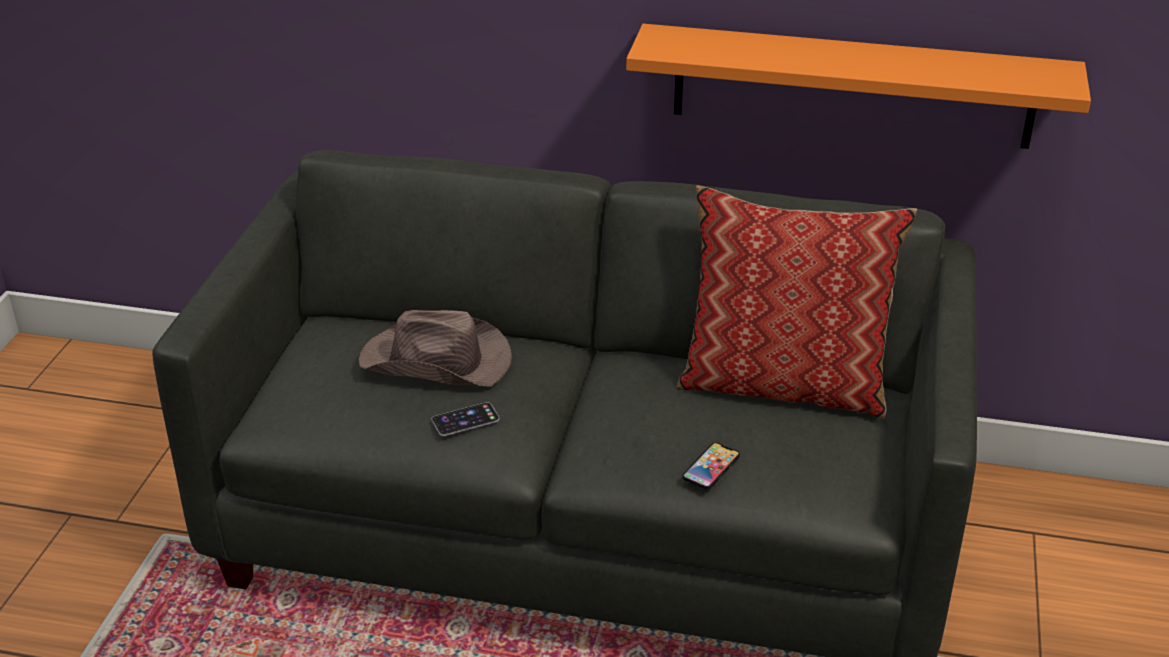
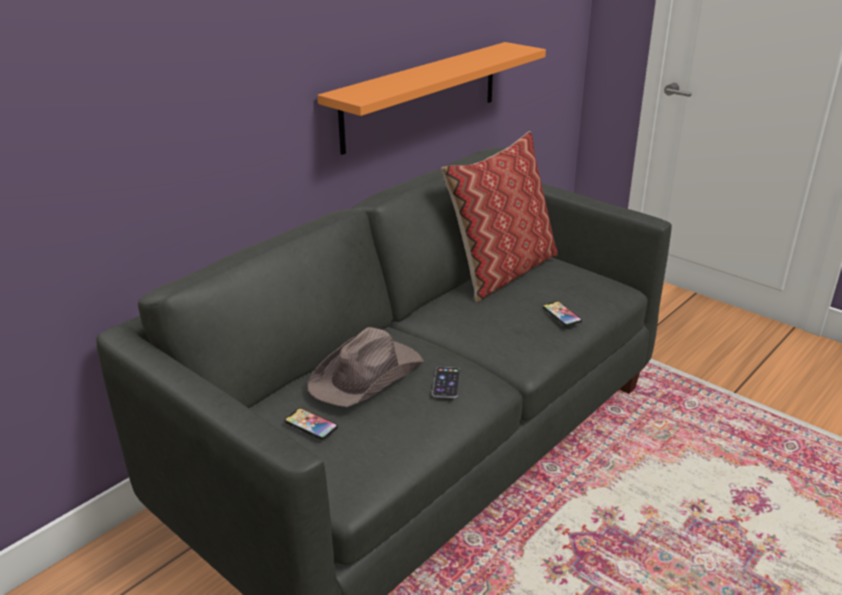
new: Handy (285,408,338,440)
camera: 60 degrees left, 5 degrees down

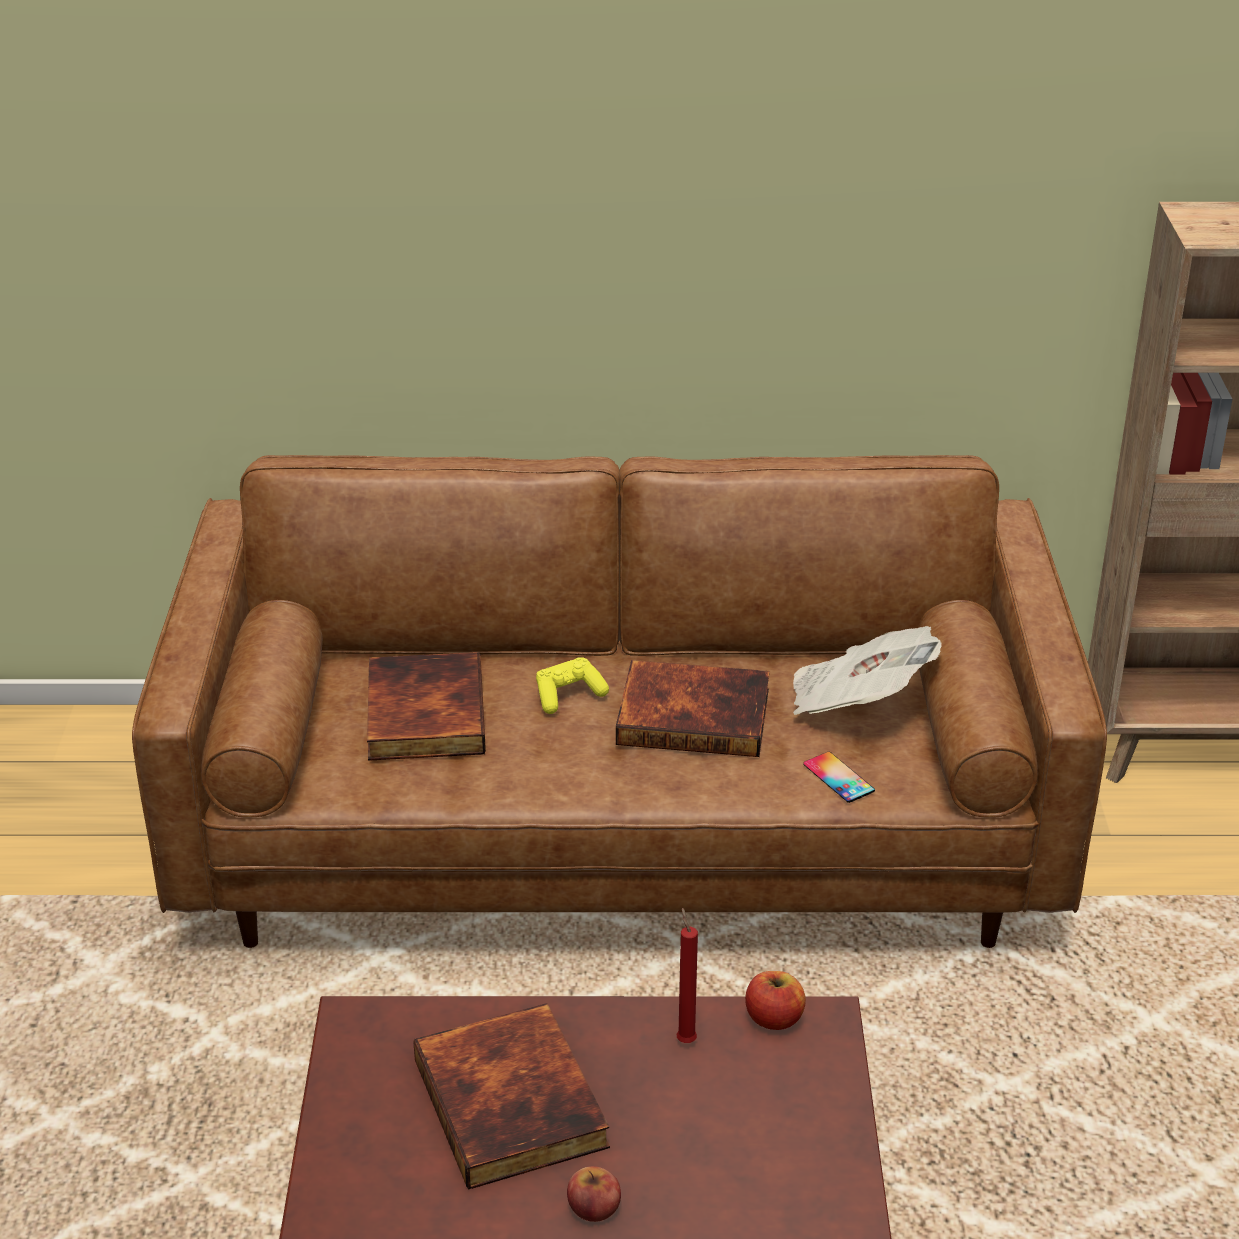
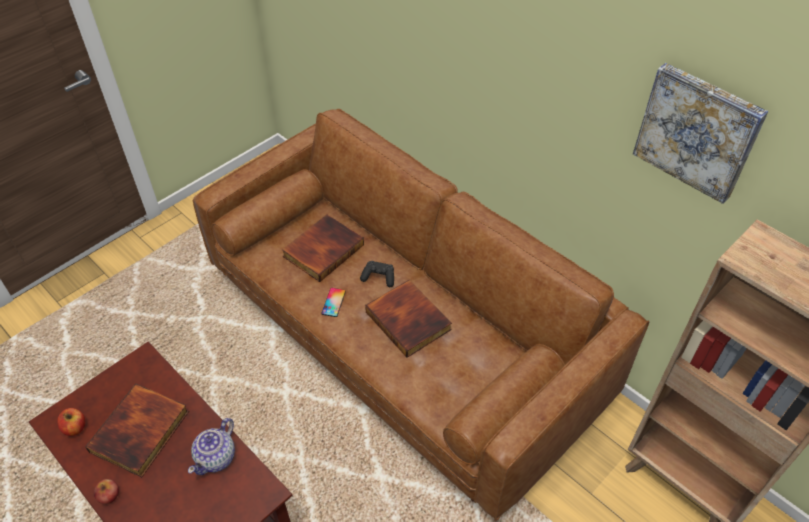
gone: Zeitung (793,626,942,715)
new: Bild (633,63,768,204)
shifted: Handy (803,752,875,803) to (321,288,346,317); Apfel (745,971,806,1030) to (58,408,85,436)
swapped: Kerze/rot (677,908,698,1043) to Teekanne (188,418,235,475)
repainted: Gamepad/gelb (536,657,609,714) to Gamepad/schwarz (360,261,394,287)
camera: 45 degrees right, 15 degrees up

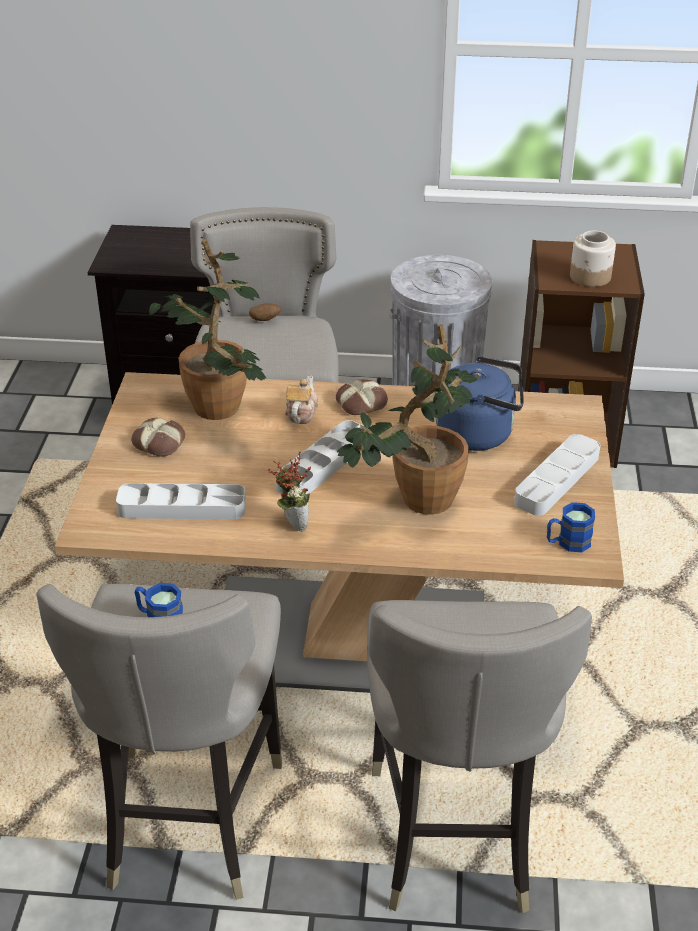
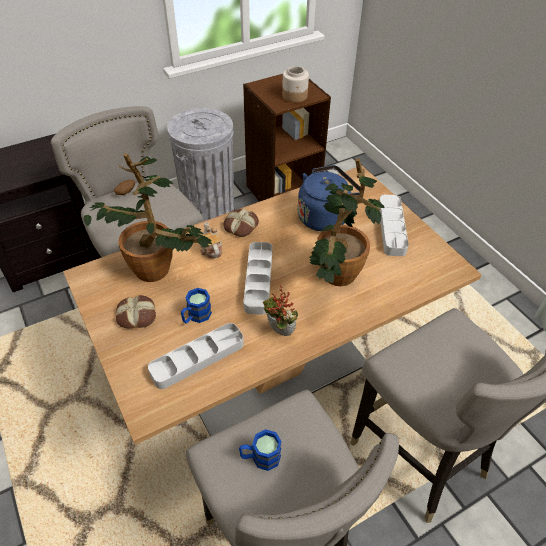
shifted: Henkelbecher/blau (547,502,595,552) to (181,288,212,323)
camera: 35 degrees left, 10 degrees up

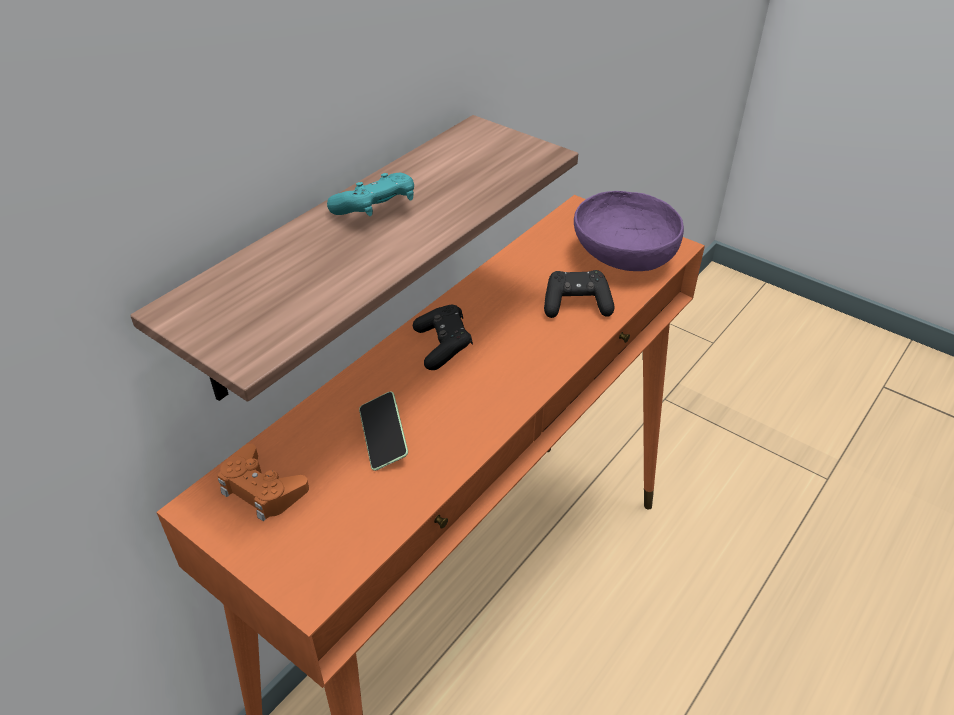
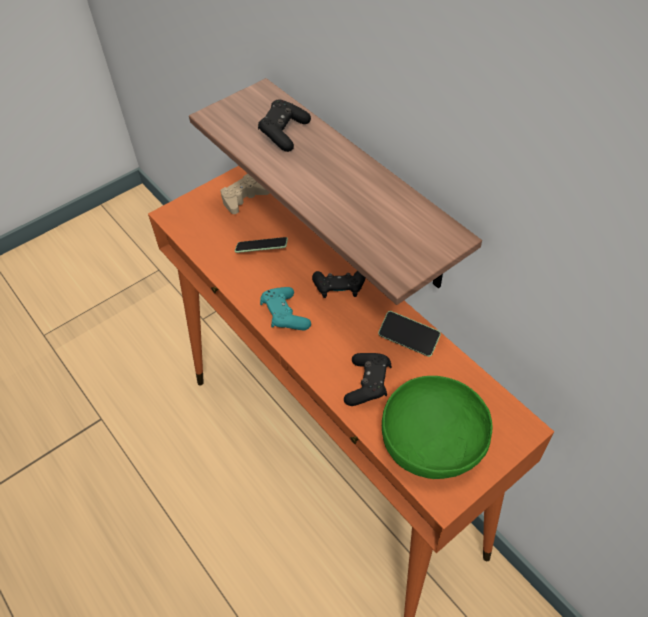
new: Gamepad/schwarz (258,99,311,152); Handy (378,311,441,357)
shifted: Gamepad/türkis (327,173,414,216) to (260,287,311,330)
repainted: Schüssel/lila (574,191,684,271) to Schüssel/grün (382,376,493,479); Gamepad/orange (217,444,309,521) to Gamepad/beige (220,174,269,214)
camera: 105 degrees right, 10 degrees up

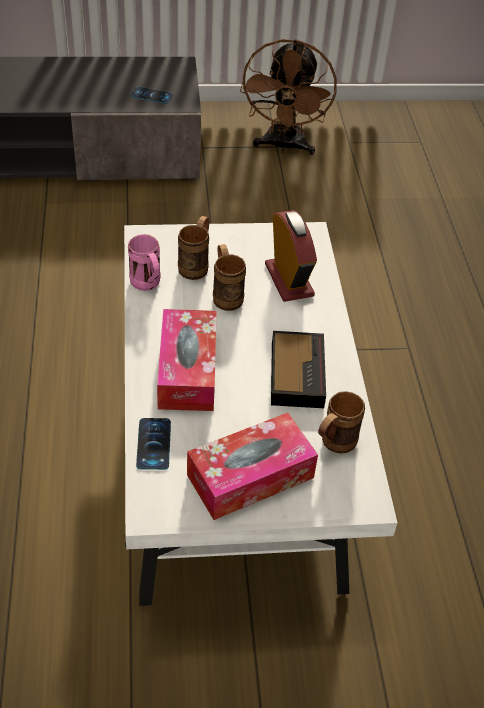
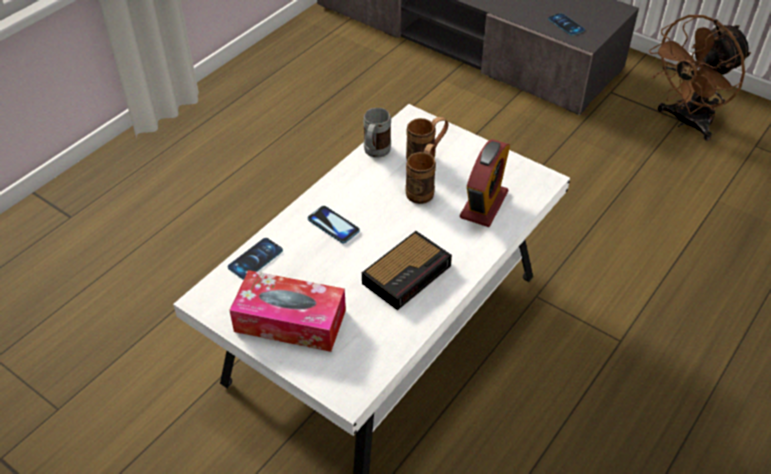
gone: Henkelbecher/braun (318,391,365,454)
swapped: Taschentuchbox (157,309,216,411) to Handy (308,206,360,243)
repainted: Henkelbecher/rosa (128,234,161,291) to Henkelbecher/grau (363,108,391,158)
camera: 45 degrees right, 0 degrees up

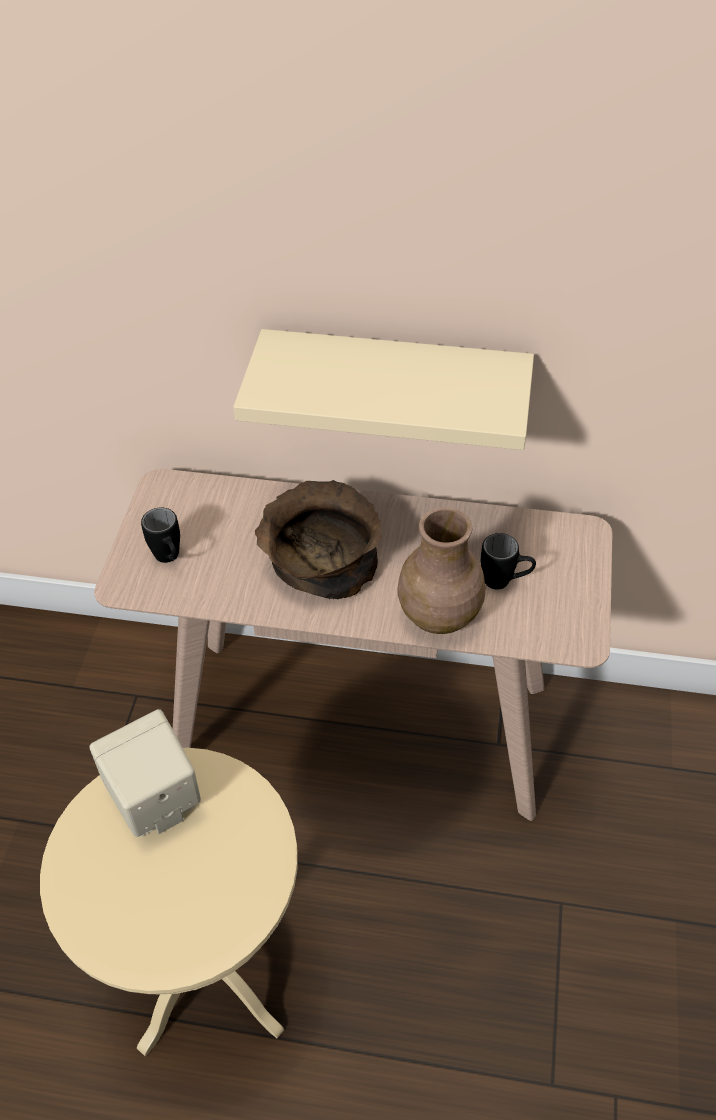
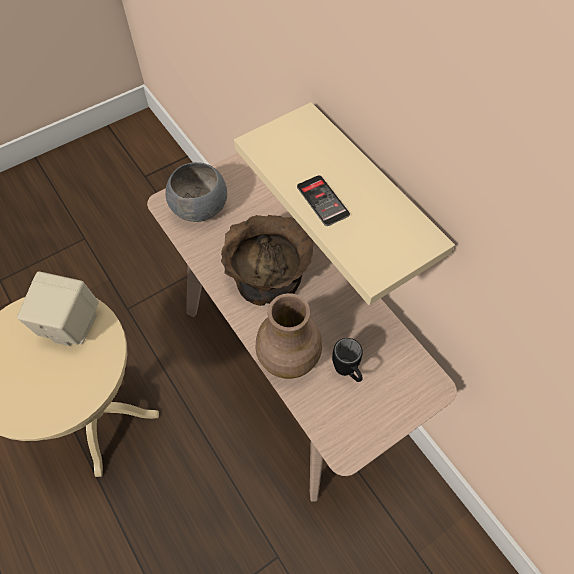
new: Handy (297,175,350,226)
swapped: Henkelbecher/schwarz (141,507,180,563) to Schüssel/grau (165,162,227,222)
camera: 45 degrees right, 10 degrees up

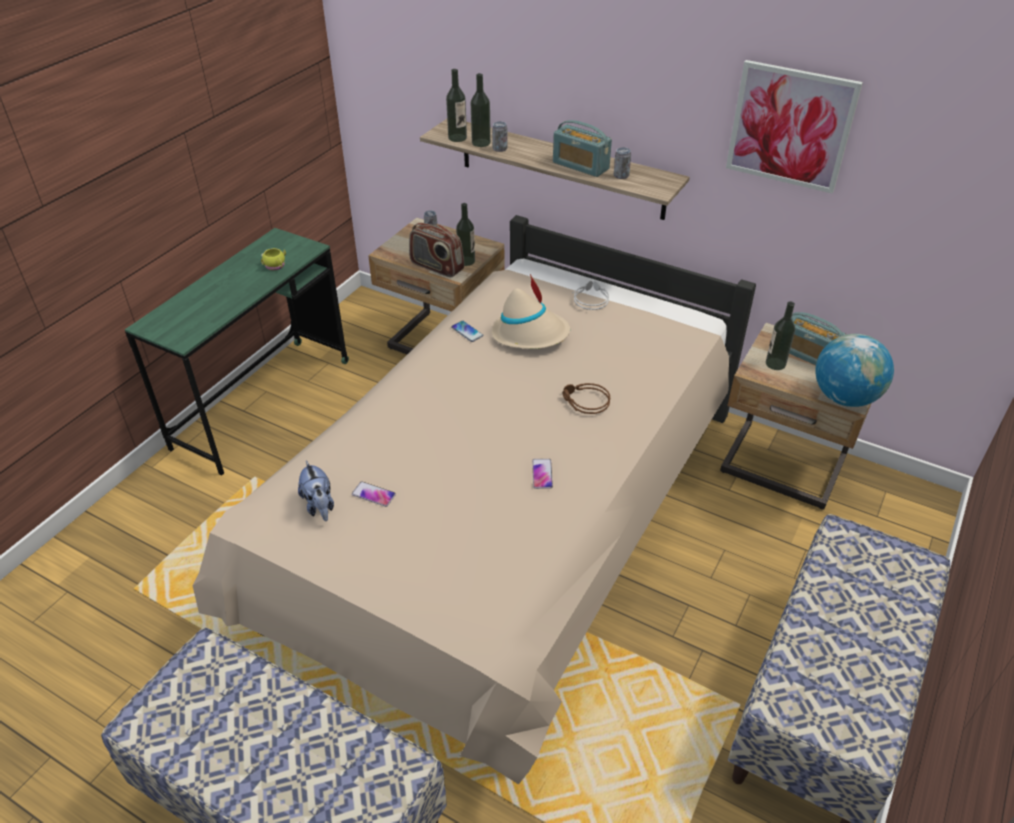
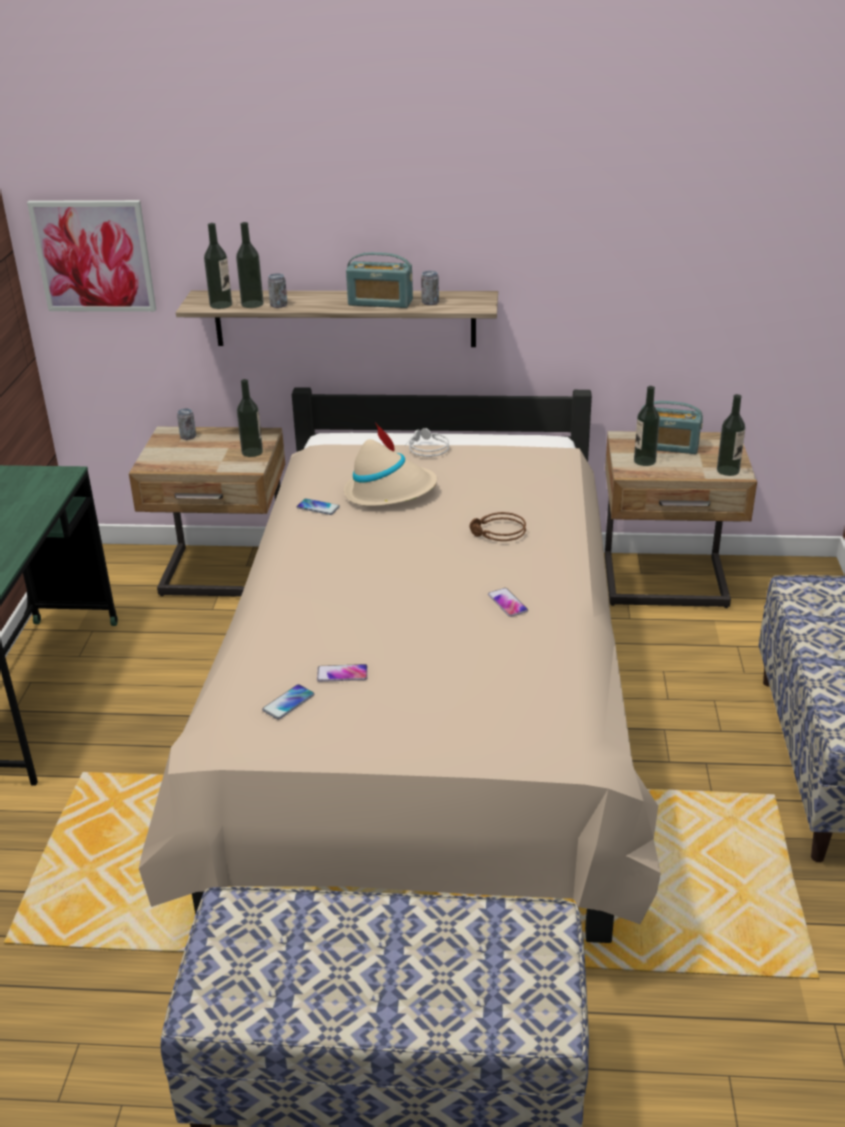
gone: Radio (409,223,464,277); Henkelbecher/gelb (261,248,286,270)
shifted: Bild (726,60,863,194) to (27,200,156,312)
swapped: Globus (815,334,894,407) to Flasche (717,394,745,476); Plüschtier (298,460,334,521) to Handy (262,684,314,719)
camera: 25 degrees left, 10 degrees down

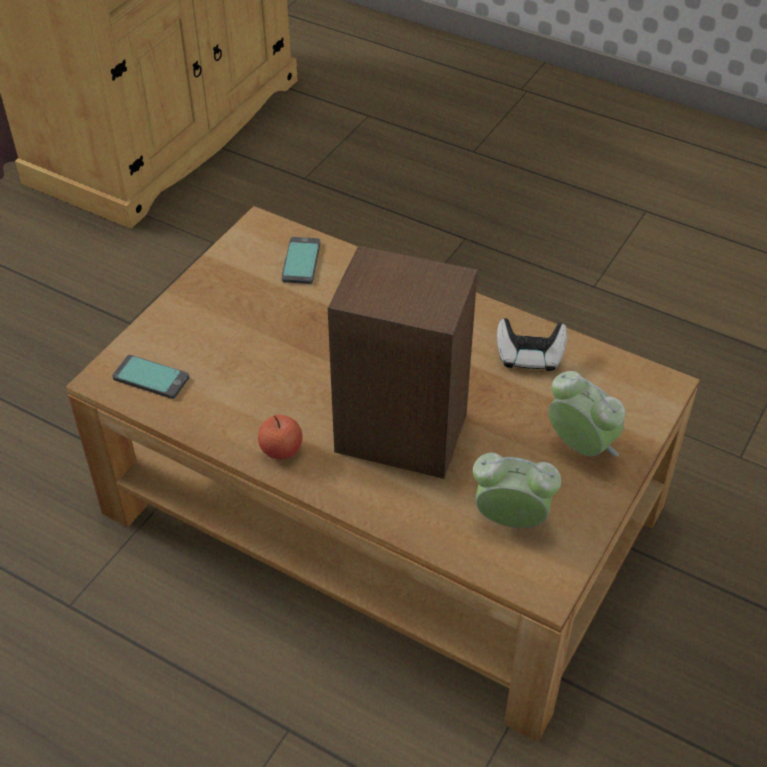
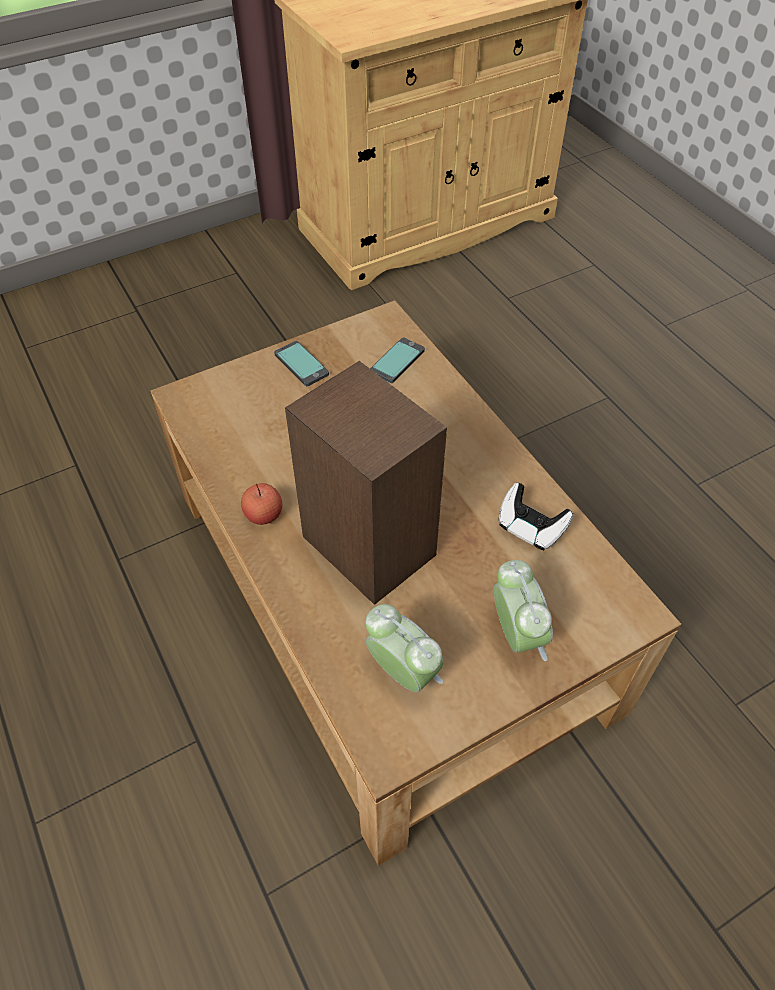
shifted: Handy (112,355,189,399) to (274,341,329,386)
camera: 30 degrees right, 5 degrees up

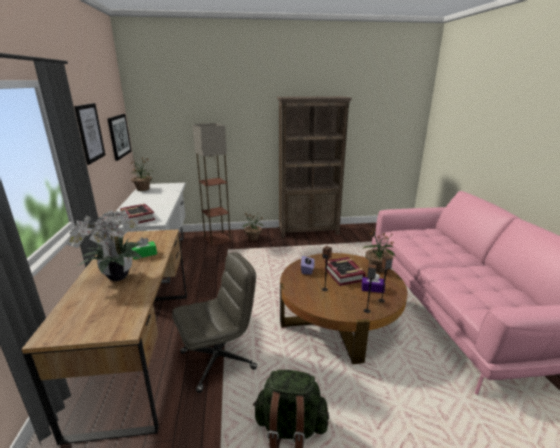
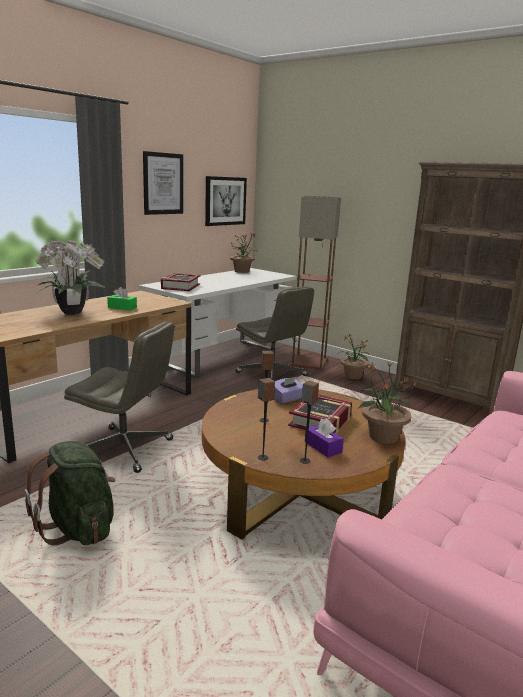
new: Bürostuhl/grau (235,286,314,380)
camera: 45 degrees right, 5 degrees down

